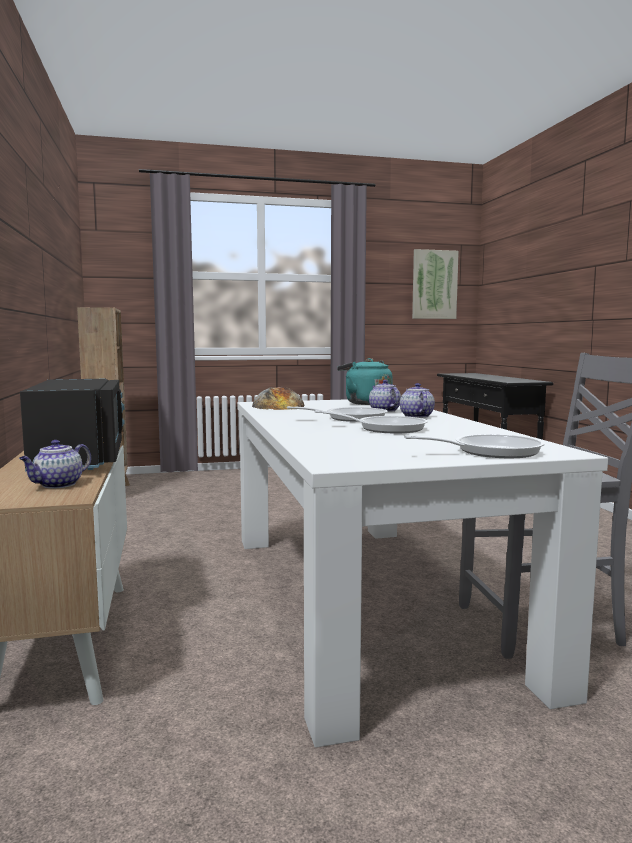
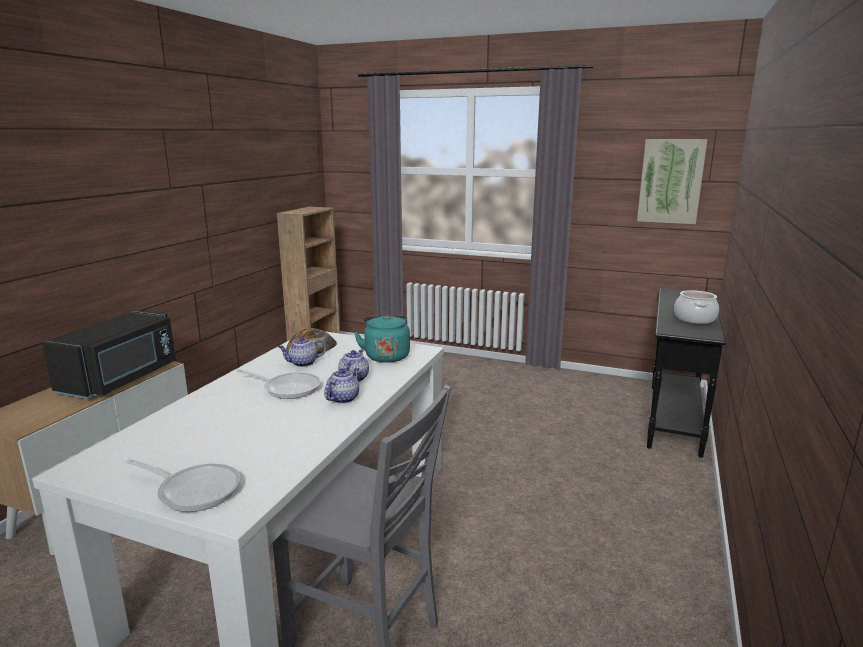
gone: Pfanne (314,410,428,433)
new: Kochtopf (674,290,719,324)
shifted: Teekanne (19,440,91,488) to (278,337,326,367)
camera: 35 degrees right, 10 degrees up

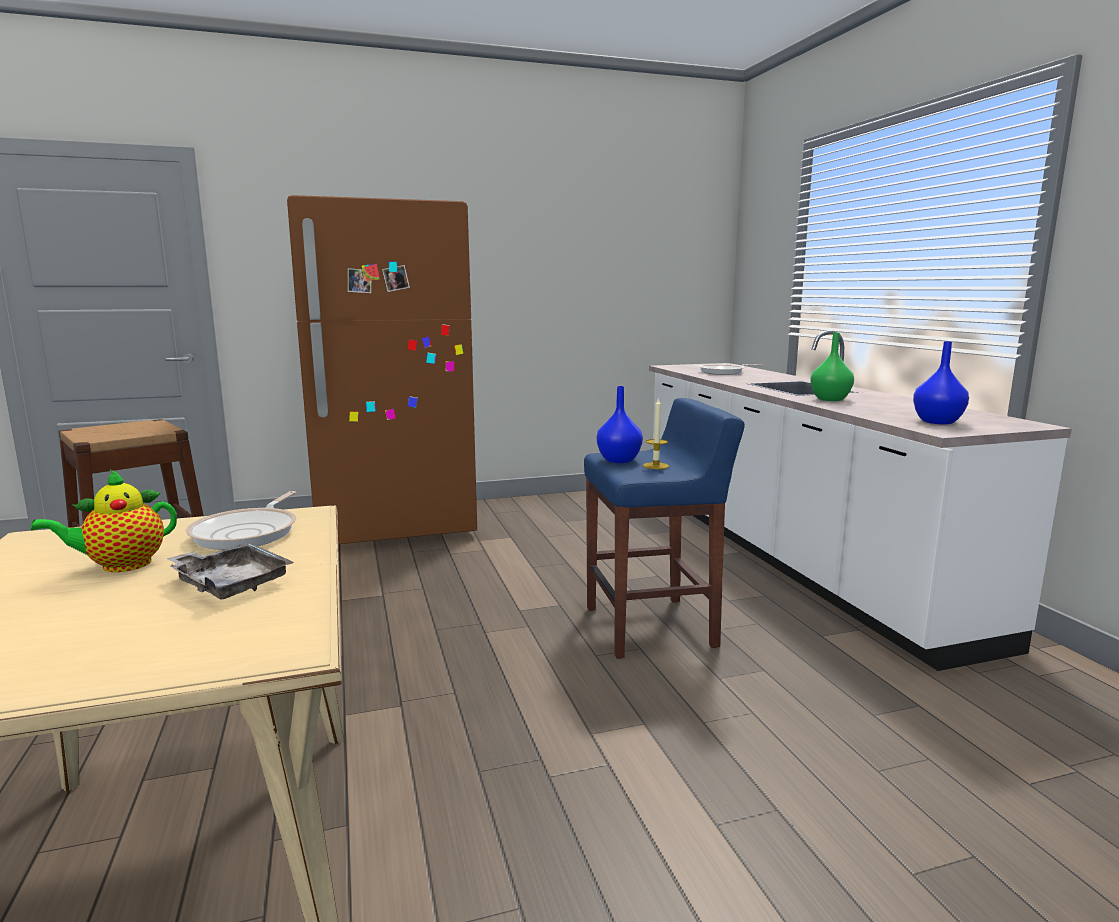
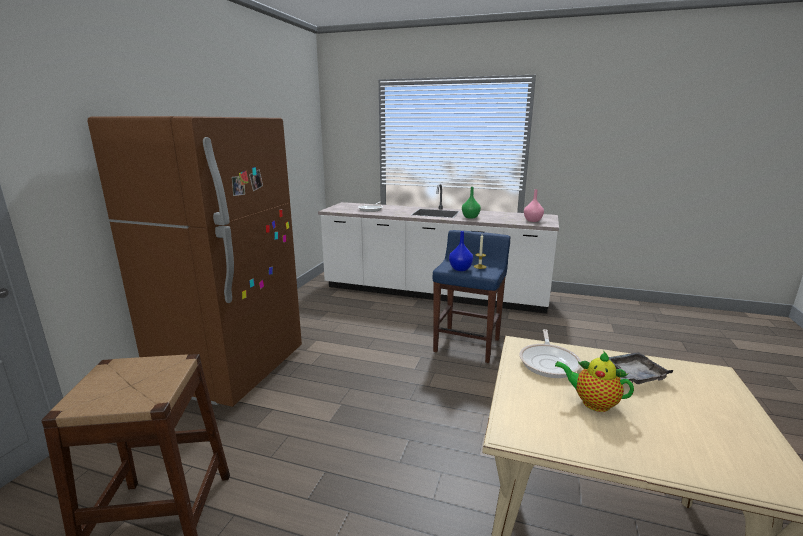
repainted: Vase/blau (913,342,969,424) to Vase/rosa (524,189,544,222)
rotated: Teekanne (31,470,177,572) = (555,352,634,412) 120 degrees clockwise; Pfanne (186,491,296,550) = (519,329,581,378) 60 degrees clockwise
camera: 55 degrees left, 5 degrees up

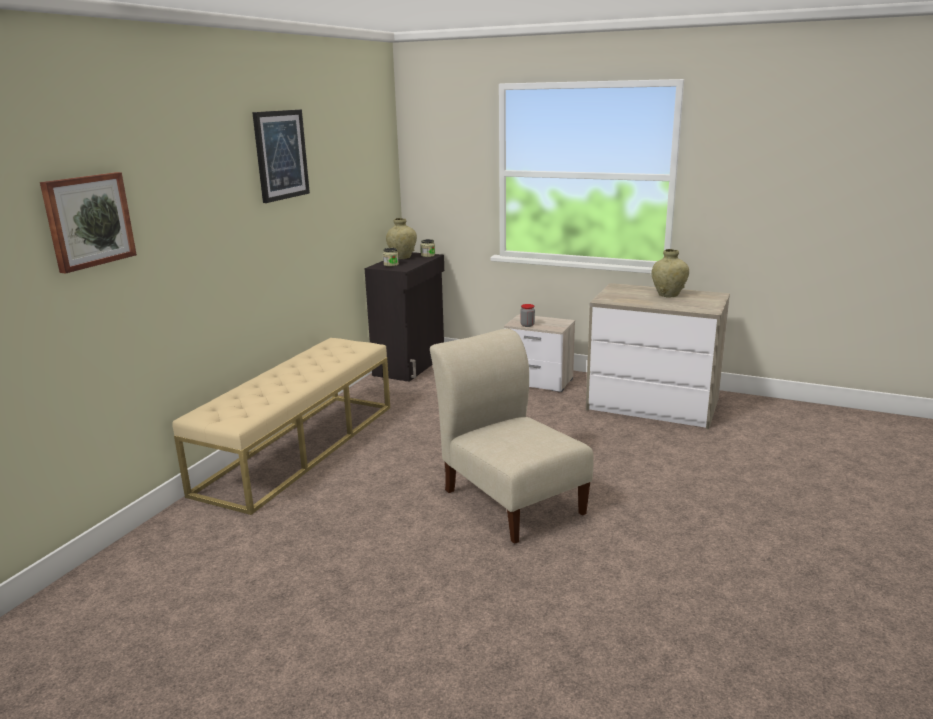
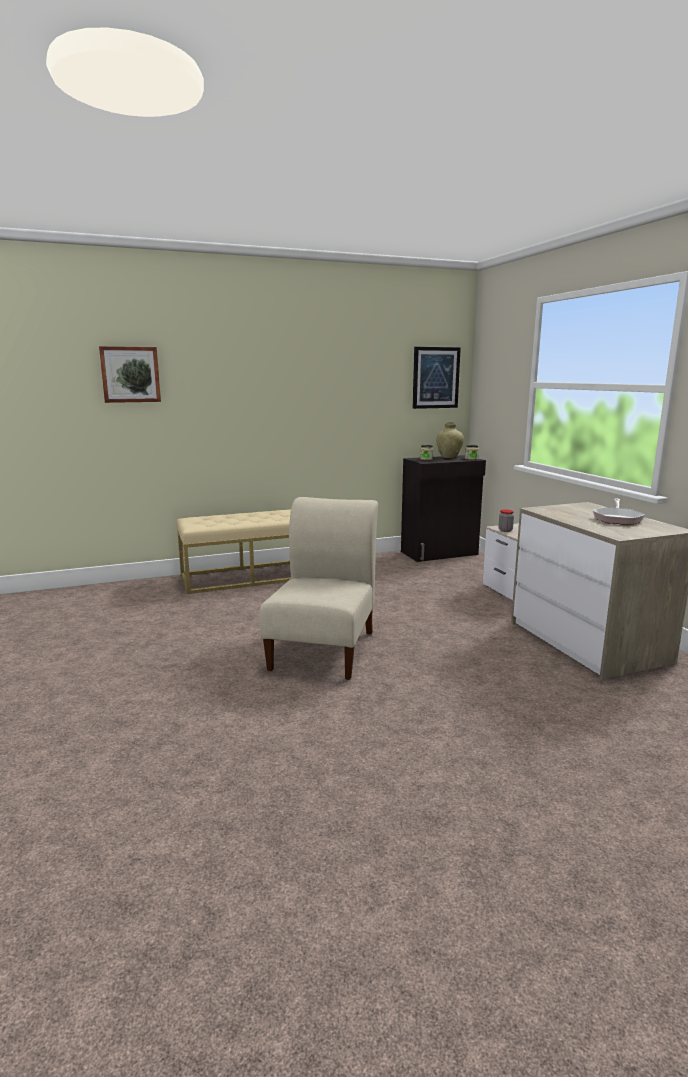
shifted: Bild (252,109,310,203) to (412,347,461,409)
swapped: Vase/beige (651,249,689,297) to Pfanne (592,499,645,525)
camera: 45 degrees right, 5 degrees down

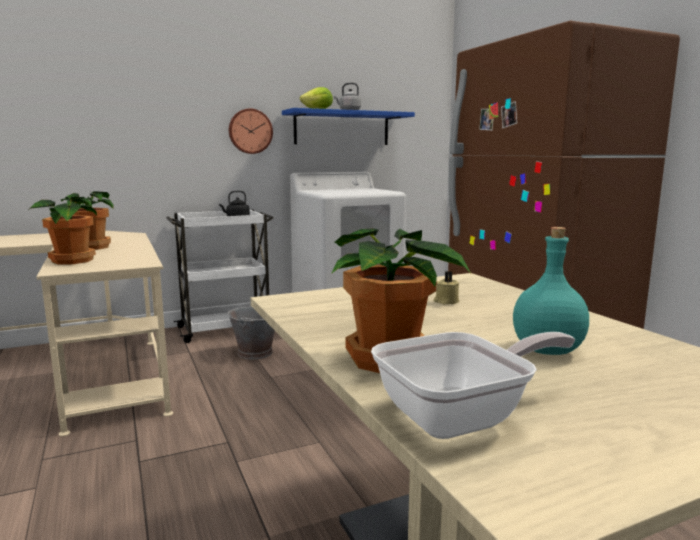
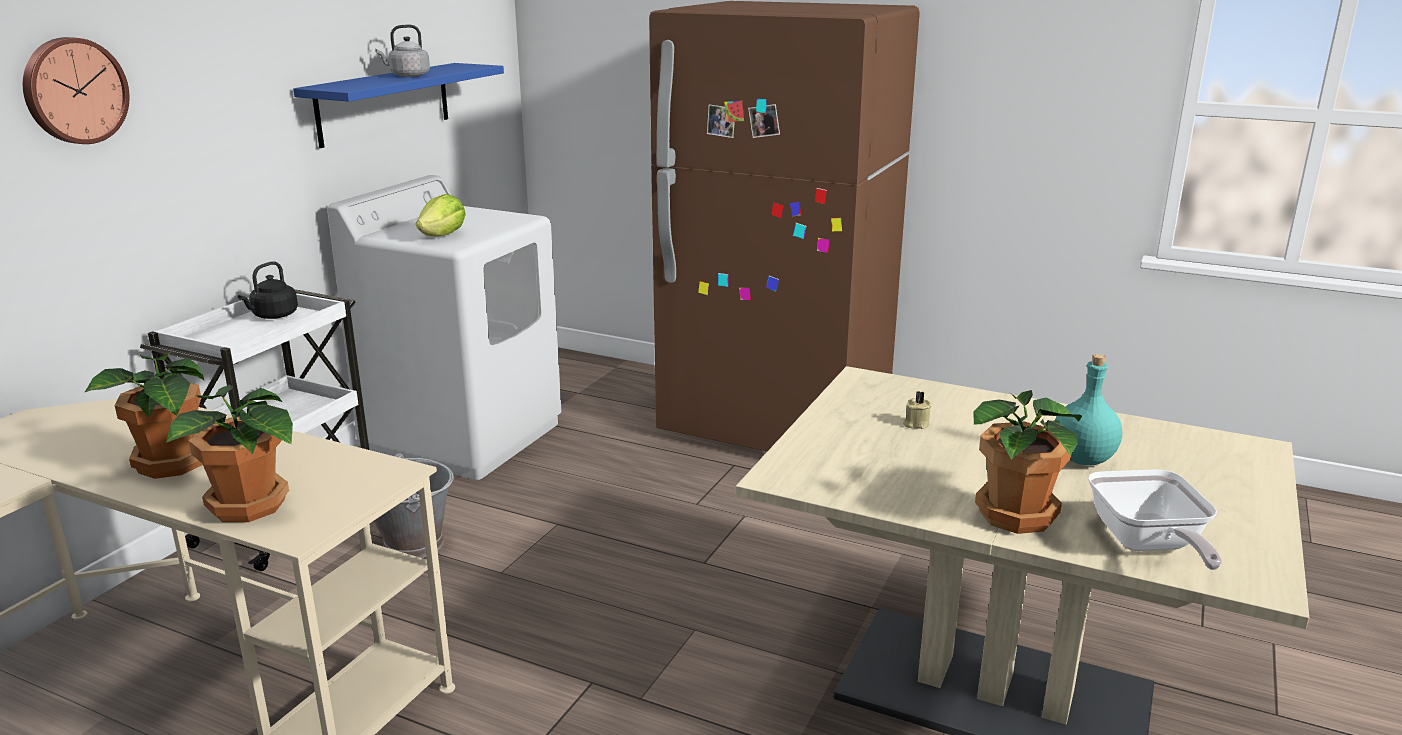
shifted: Salatkopf (300,87,333,109) to (416,194,466,236); Wanduhr (229,108,273,154) to (23,37,129,144)
rotated: Pfanne (371,332,575,439) = (1088,469,1222,570) 150 degrees clockwise
camera: 40 degrees left, 10 degrees up

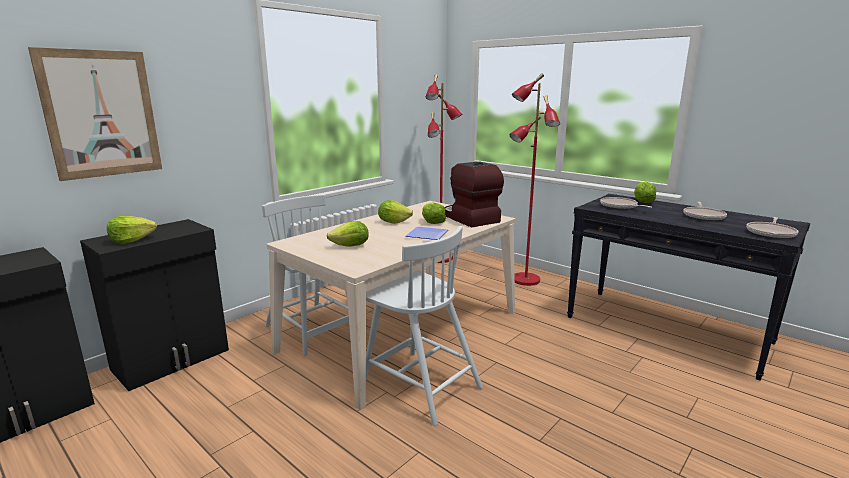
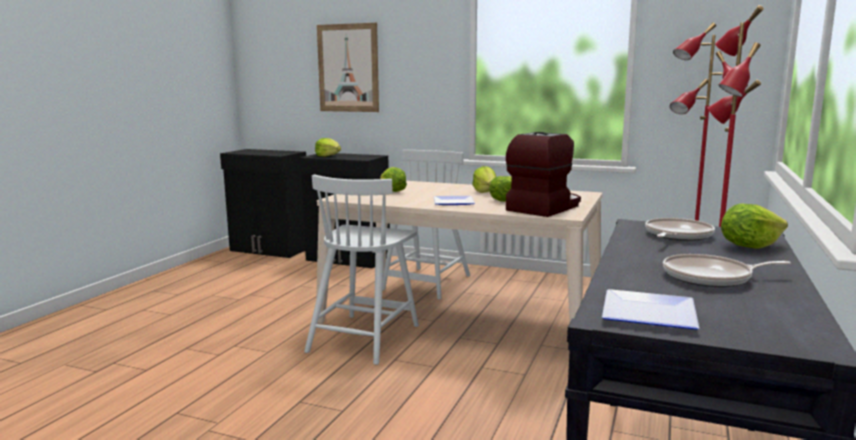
swapped: Pfanne (746,217,799,239) to Teller (602,289,699,330)
camera: 70 degrees right, 5 degrees down

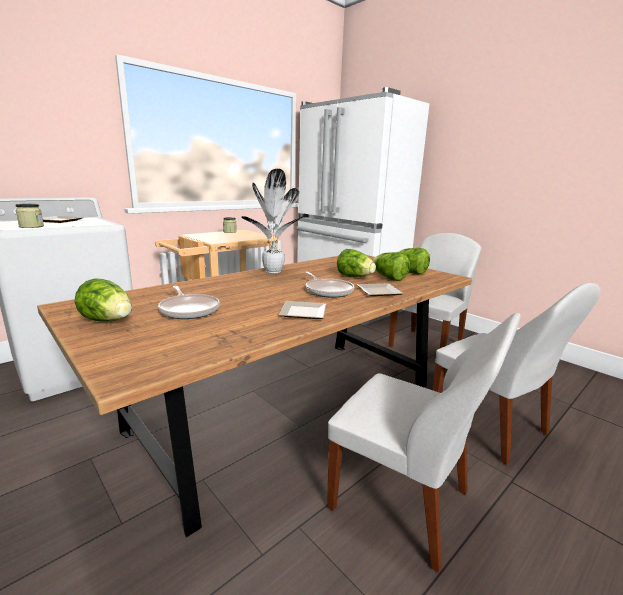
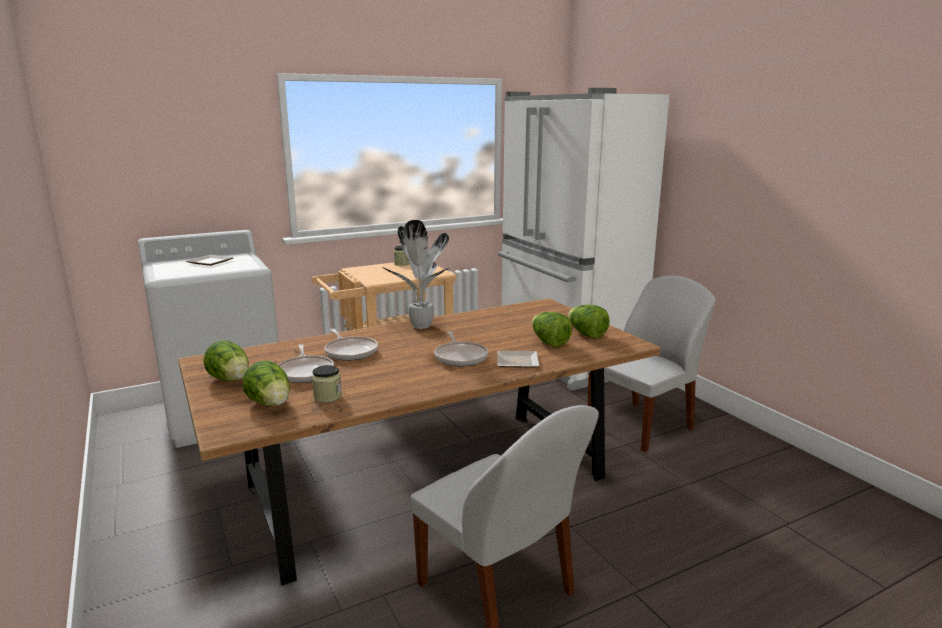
gone: Stuhl/weiß (433,283,600,465); Teller (279,301,326,319)
new: Pfanne (324,329,378,361)
shifted: Vorratsglas (16,204,44,228) to (312,365,342,403); Salatkopf (337,249,376,277) to (242,360,290,406)
camera: 15 degrees right, 0 degrees up

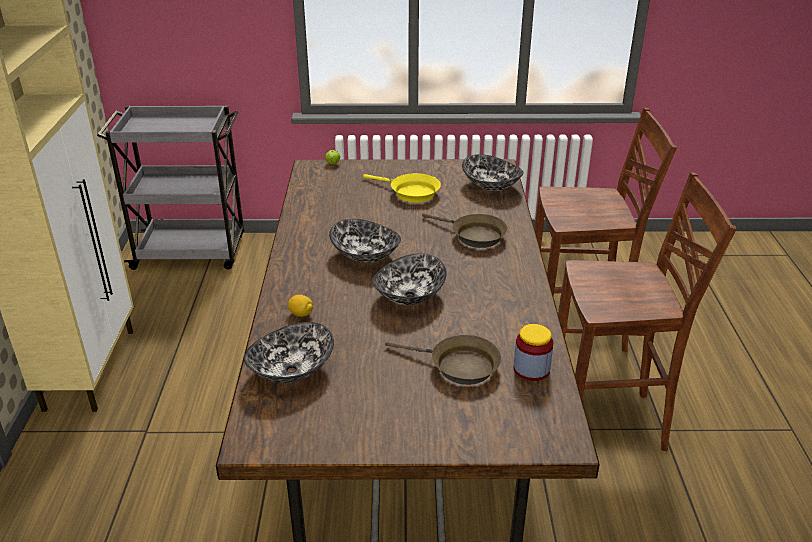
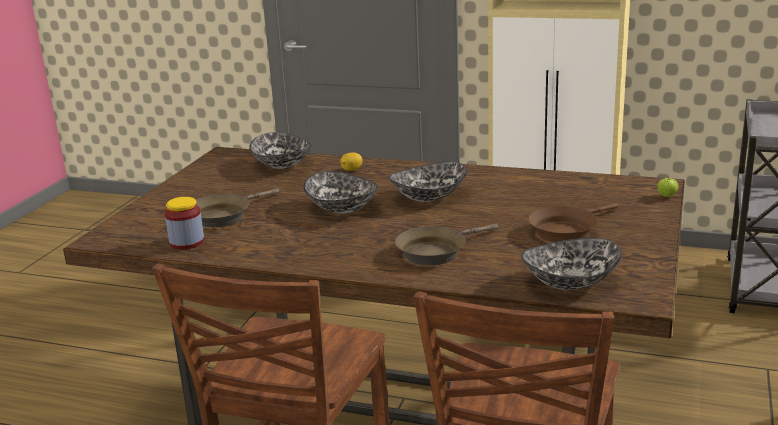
repainted: Pfanne/gelb (363,173,441,203) to Pfanne/braun (528,203,619,242)
camera: 110 degrees right, 10 degrees down

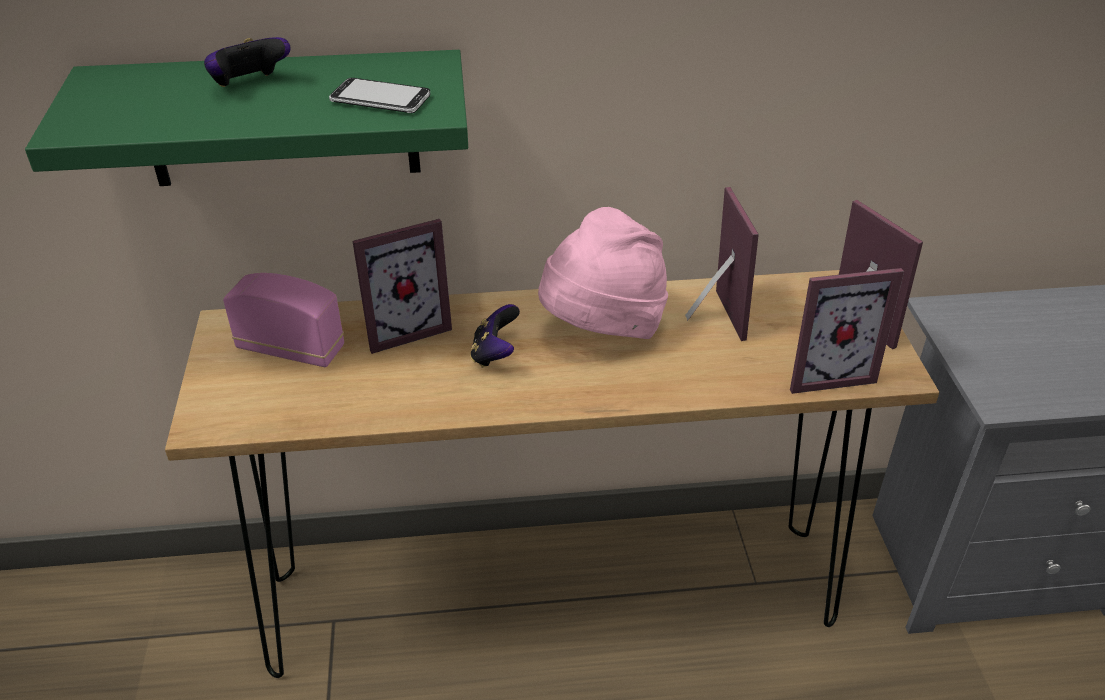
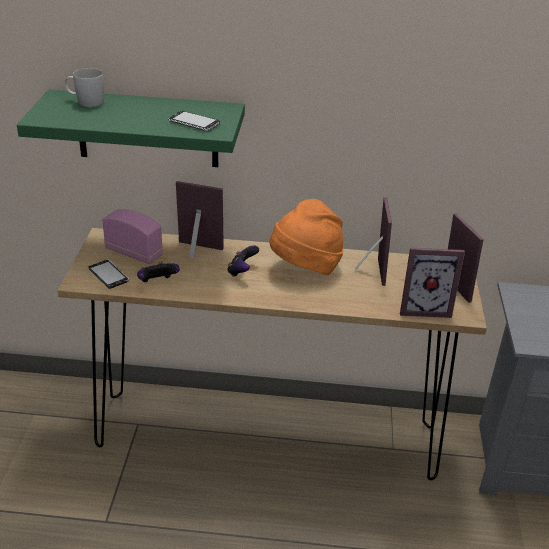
new: Henkelbecher/weiß (65,68,104,107); Handy (89,259,129,289)
shifted: Gamepad (204,37,291,87) to (137,261,180,282)
repainted: Hut/rosa (538,207,668,339) to Hut/orange (270,199,344,275)
rotated: Bilderrahmen (352,219,452,354) = (176,181,224,258) 150 degrees counterclockwise
camera: 10 degrees right, 5 degrees down

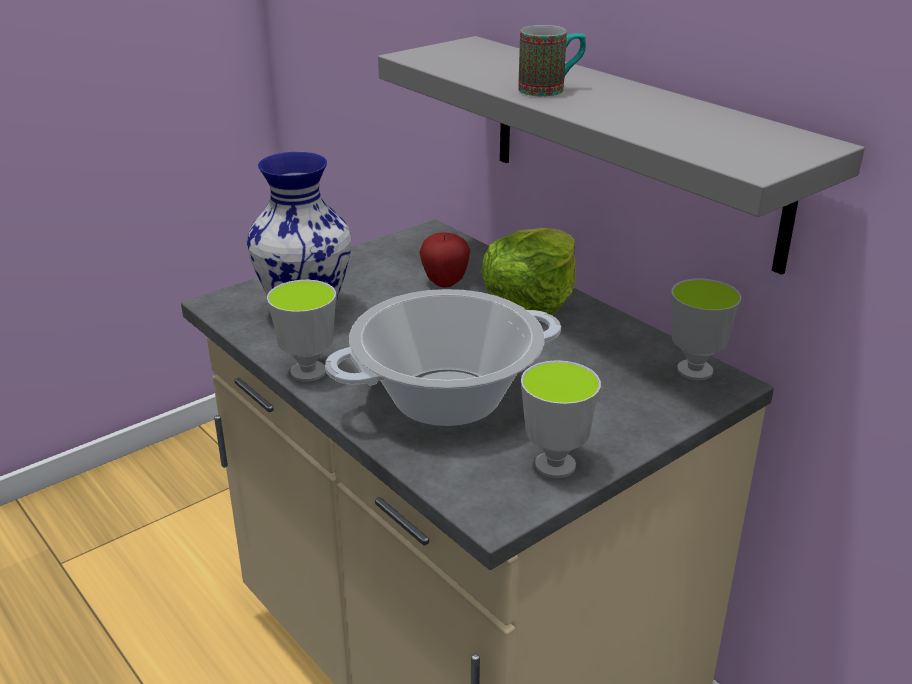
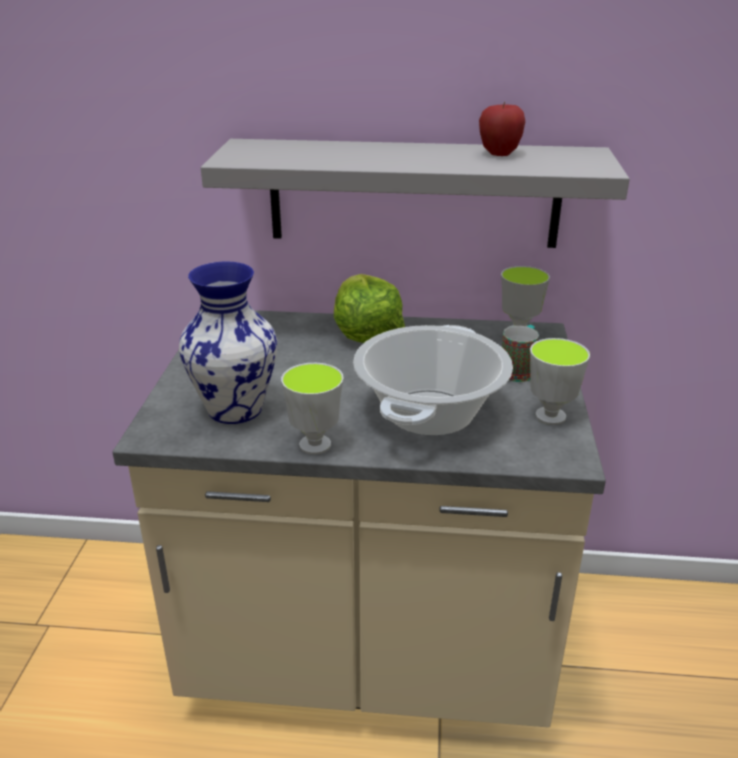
shifted: Henkelbecher (518,25,586,96) to (502,325,539,382); Apfel (419,232,470,288) to (479,102,525,156)
camera: 45 degrees left, 0 degrees up

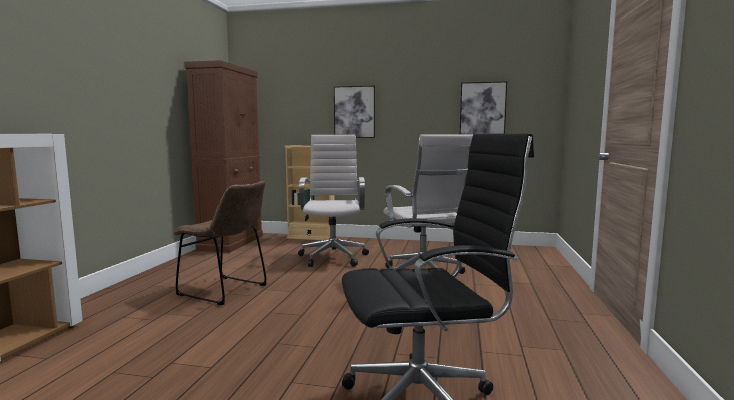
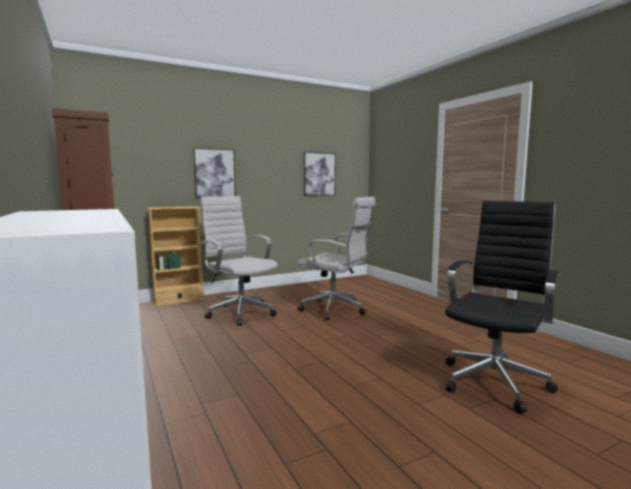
gone: Stuhl/braun (173,181,267,305)
camera: 40 degrees left, 0 degrees up

